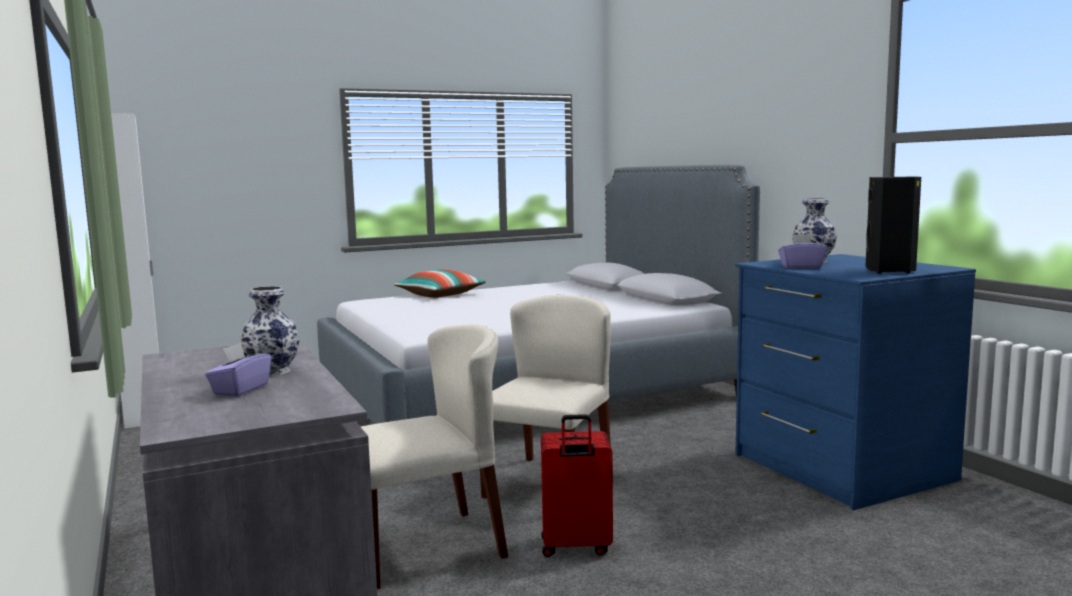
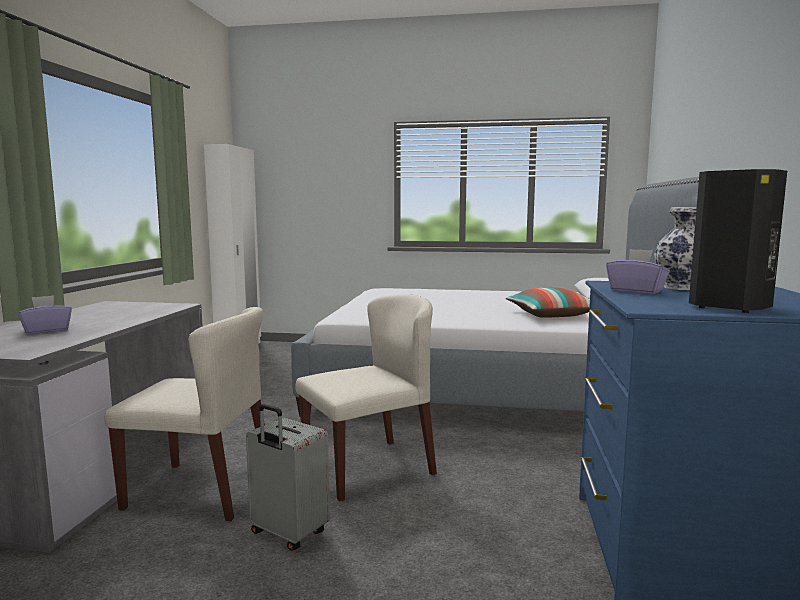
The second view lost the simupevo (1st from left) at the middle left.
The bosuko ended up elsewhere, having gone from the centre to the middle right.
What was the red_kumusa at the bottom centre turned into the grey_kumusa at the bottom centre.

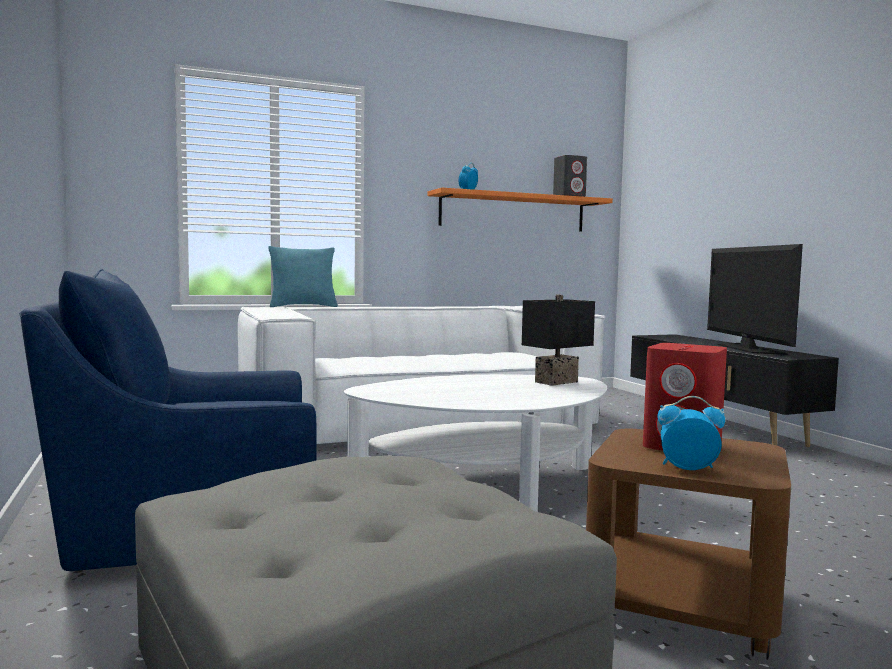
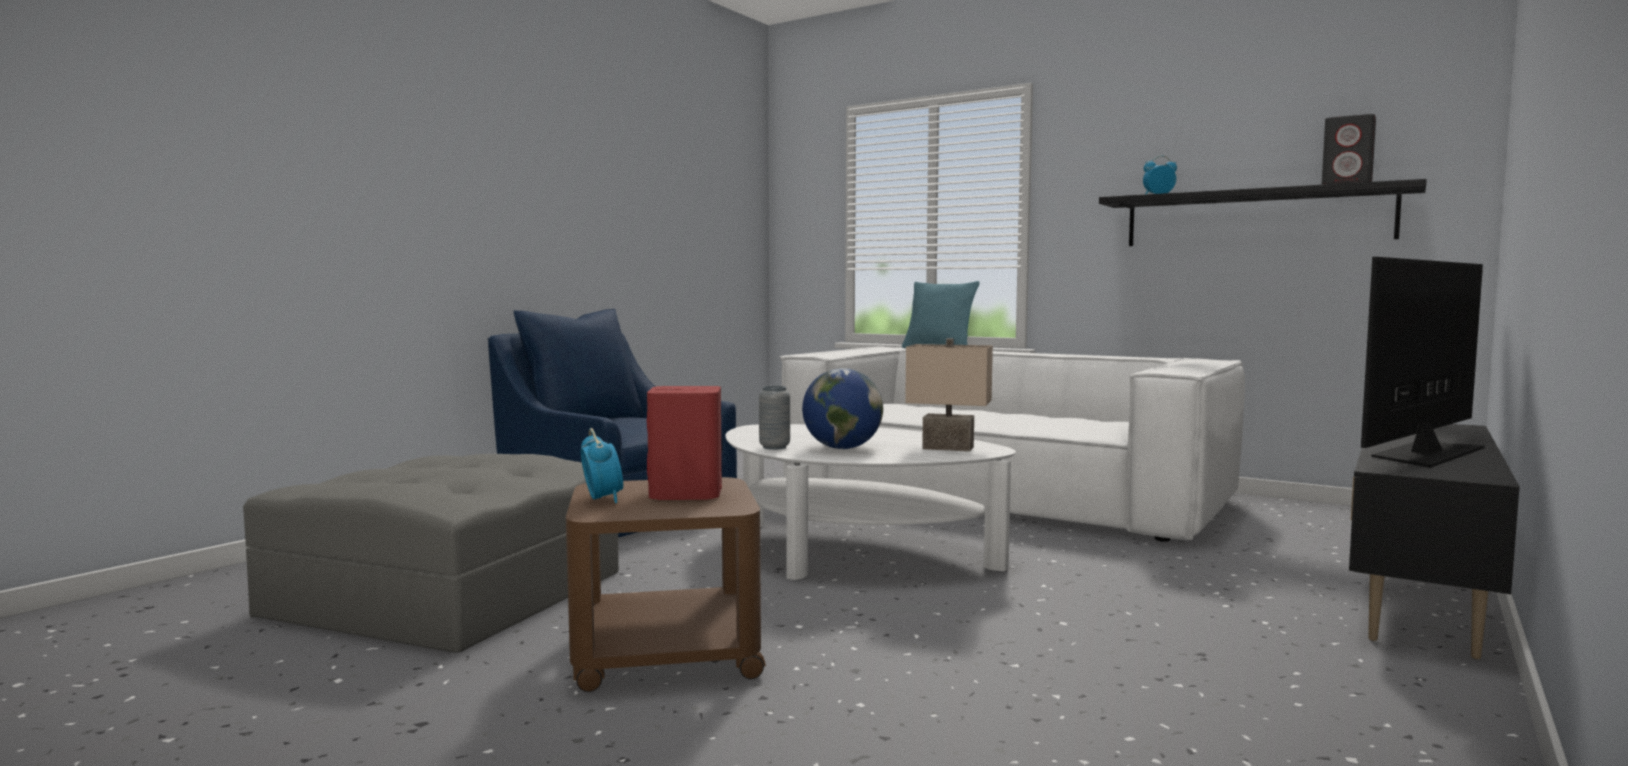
What was the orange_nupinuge at the top centre turned into the black_nupinuge at the top right.
What was the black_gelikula at the centre turned into the beige_gelikula at the centre.
The second view gained the grey_simupevo at the centre.
The second view gained the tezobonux at the centre.

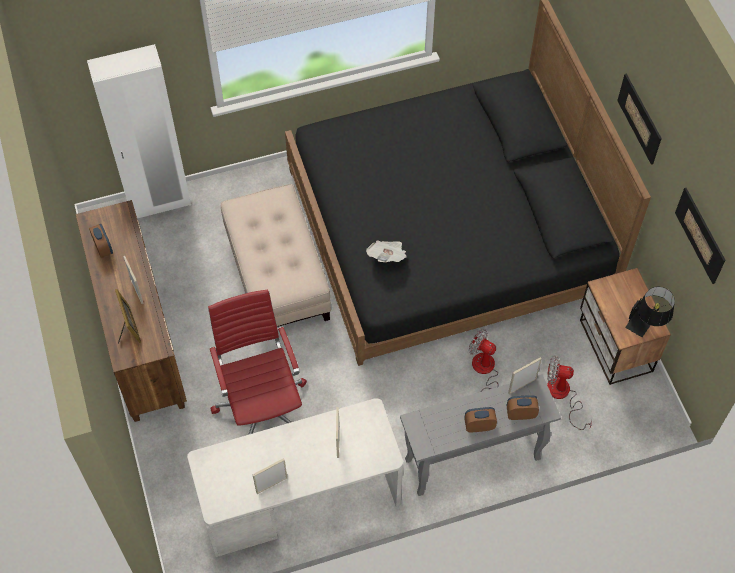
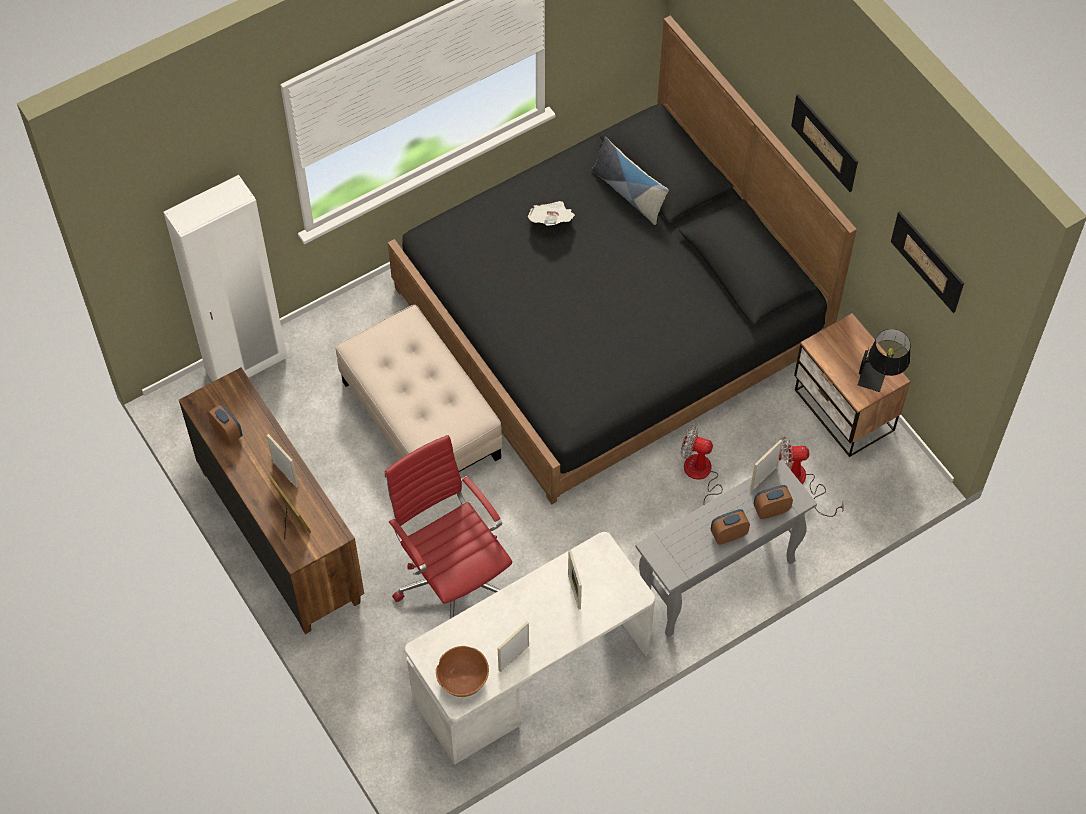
The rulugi ended up elsewhere, having gone from the centre to the top centre.
The second view gained the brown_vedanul at the bottom centre.
The second view gained the bosuko at the top centre.

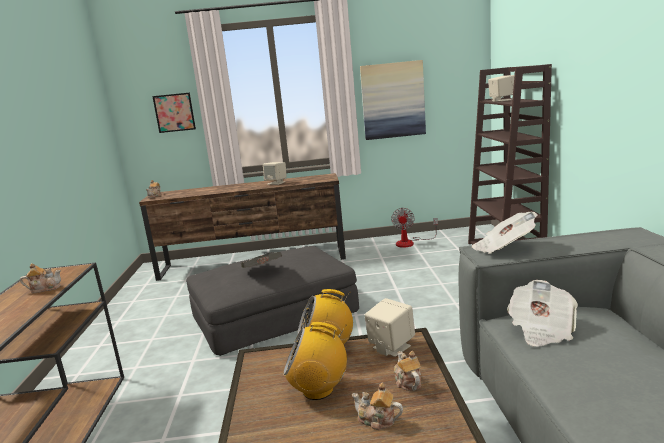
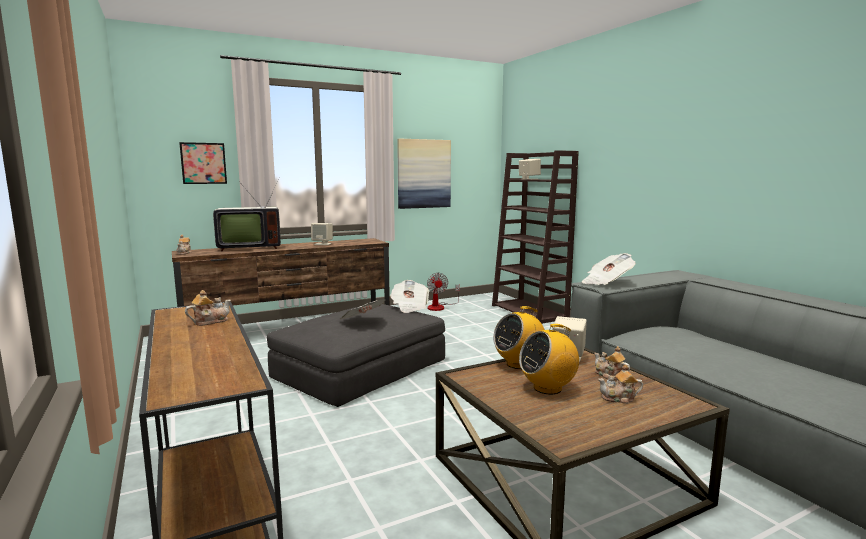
The rulugi (3rd from left in the first image) ended up elsewhere, having gone from the bottom right to the centre.
The second view gained the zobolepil at the middle left.

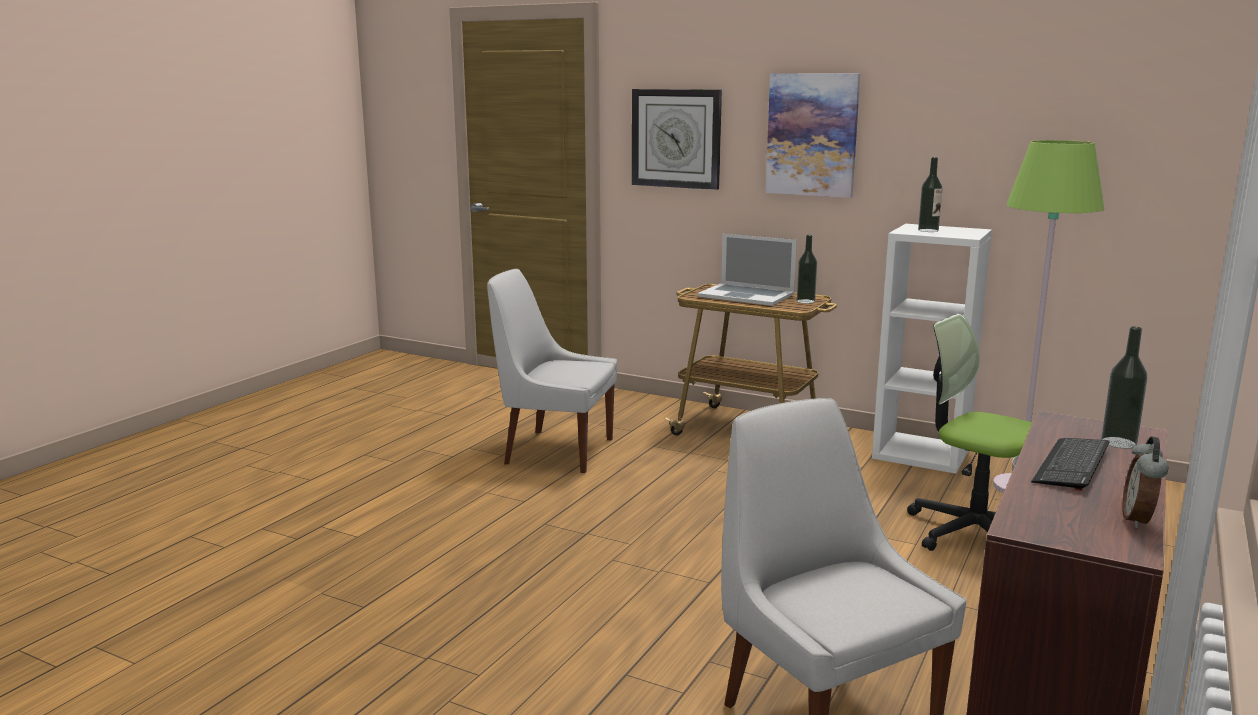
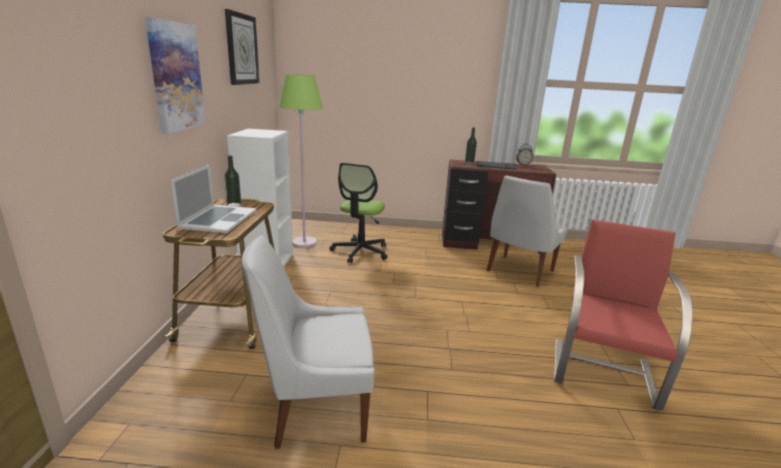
The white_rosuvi (1st from left) at the centre ended up facing another way, 90 degrees clockwise from before.
The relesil ended up elsewhere, having gone from the top centre to the top left.
The second view lost the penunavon (2nd from left) at the top right.
The second view gained the red_rosuvi at the bottom right.

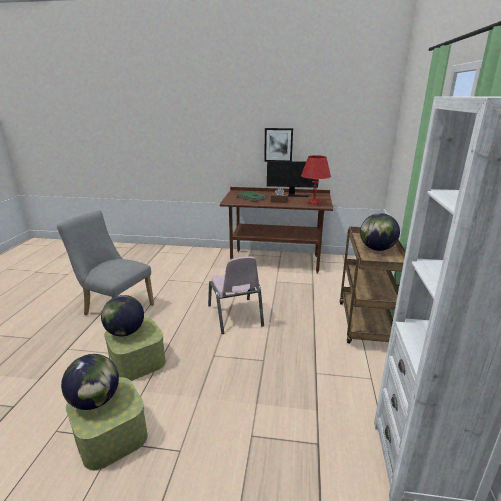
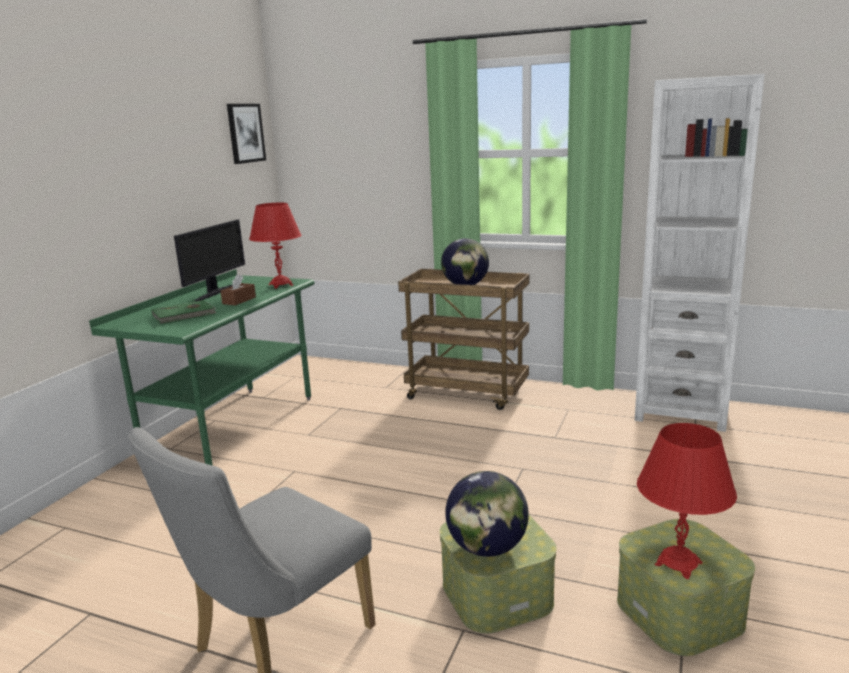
Where the tezobonux (1st from left) stood at the bottom left, the red_gelikula (2nd from left) came to stand at the bottom right.
The second view lost the pink_rosuvi at the centre.
What was the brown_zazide at the centre turned into the green_zazide at the middle left.
The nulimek ended up elsewhere, having gone from the top centre to the top left.

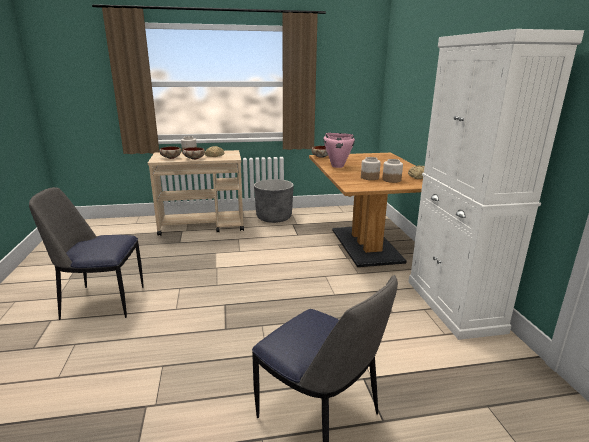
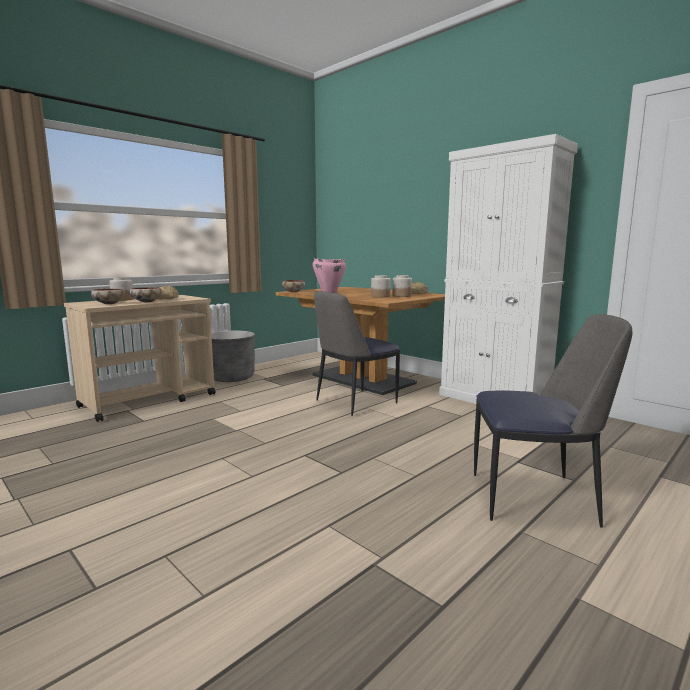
The rosuvi (1st from left) ended up elsewhere, having gone from the middle left to the centre.

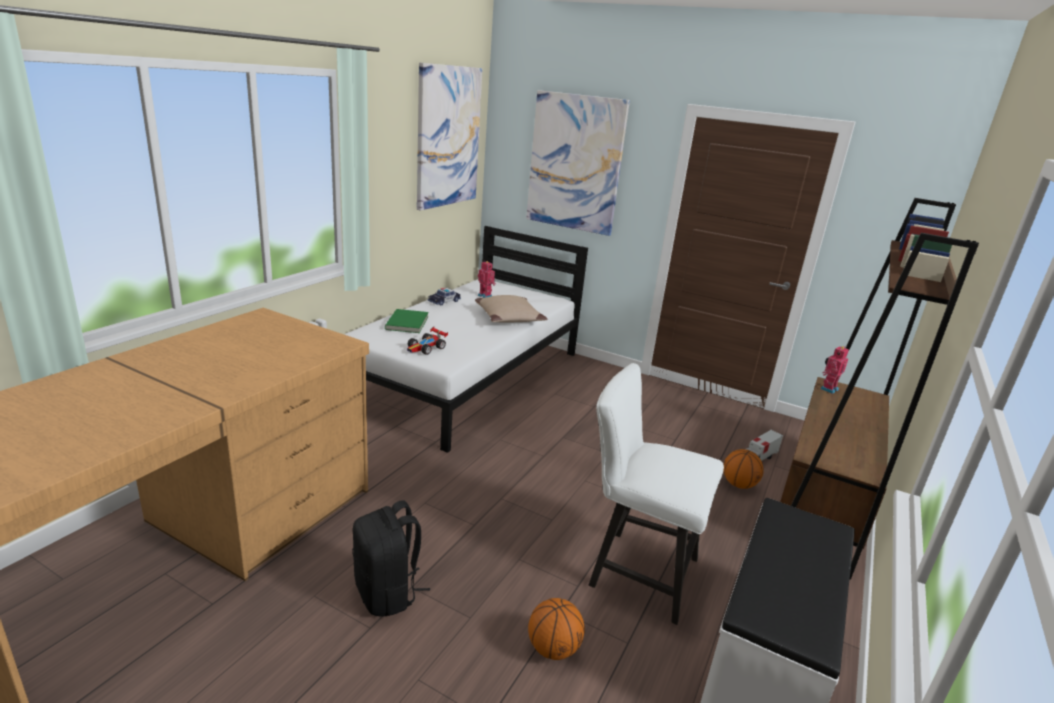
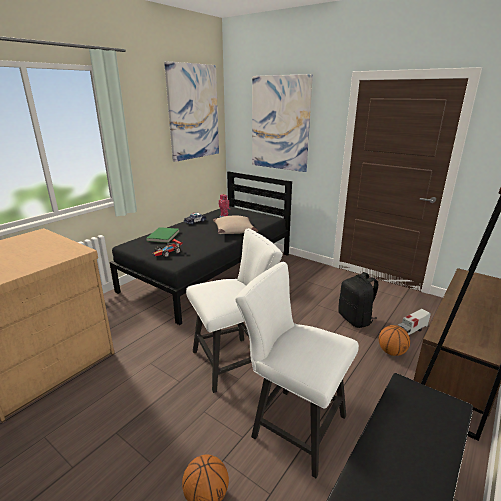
What was the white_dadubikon at the centre turned into the black_dadubikon at the centre.
The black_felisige ended up elsewhere, having gone from the bottom centre to the middle right.
The second view lost the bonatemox (2nd from left) at the middle right.
The second view gained the white_rosuvi (1st from left) at the centre.

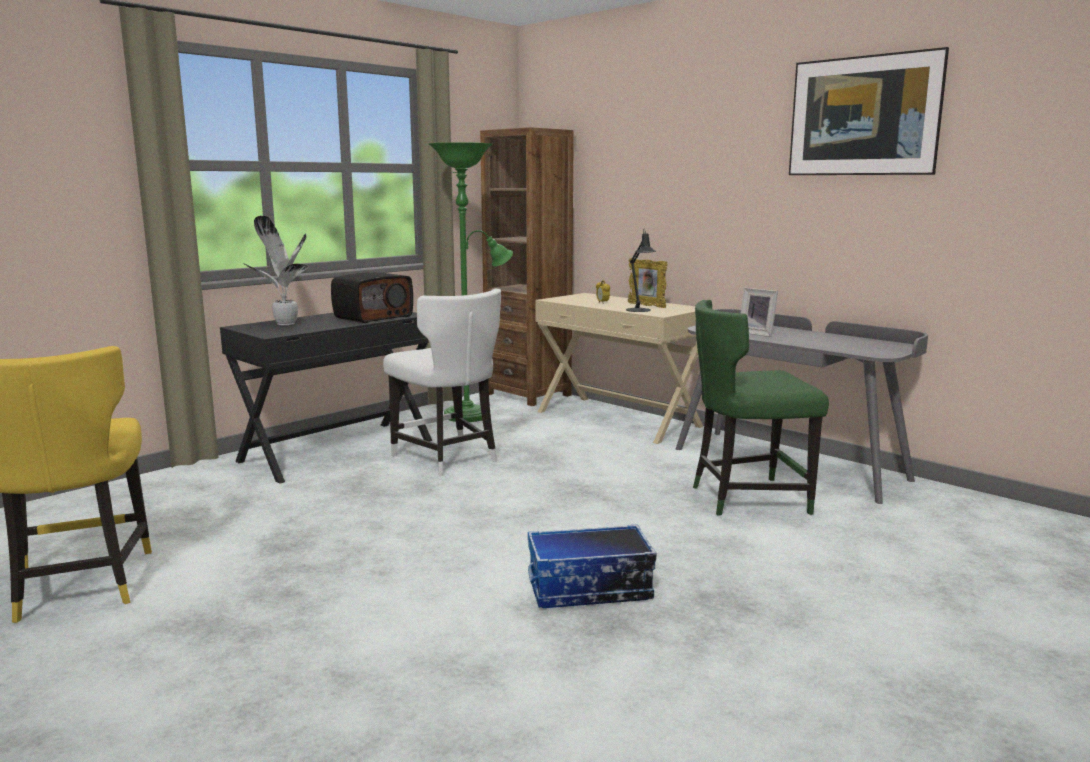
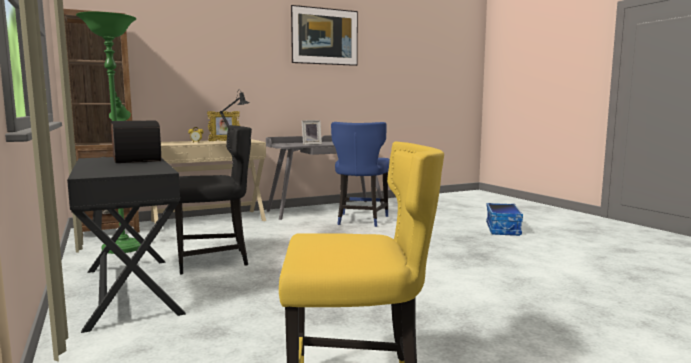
The second view lost the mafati at the middle left.
What was the white_rosuvi at the centre turned into the black_rosuvi at the middle left.
The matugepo ended up elsewhere, having gone from the bottom centre to the middle right.
What was the green_rosuvi at the middle right turned into the blue_rosuvi at the centre.

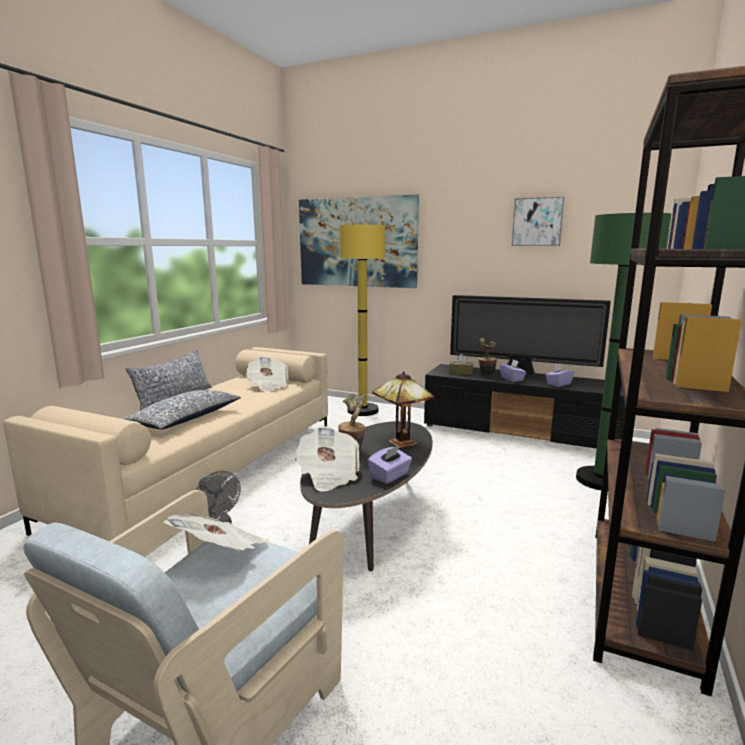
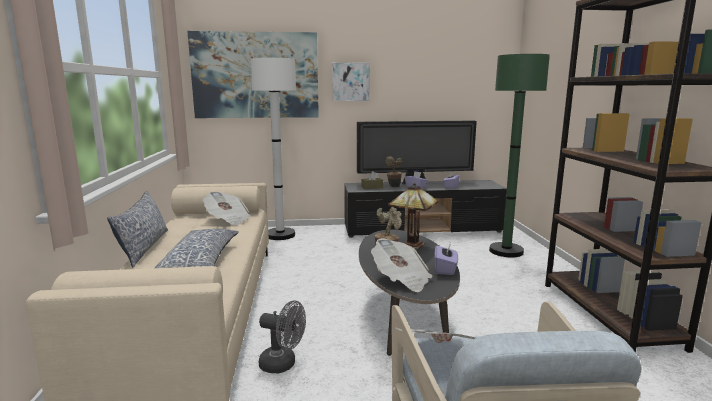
What was the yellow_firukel at the centre turned into the white_firukel at the centre.
The nulimek (2nd from left) ended up elsewhere, having gone from the top right to the top centre.

